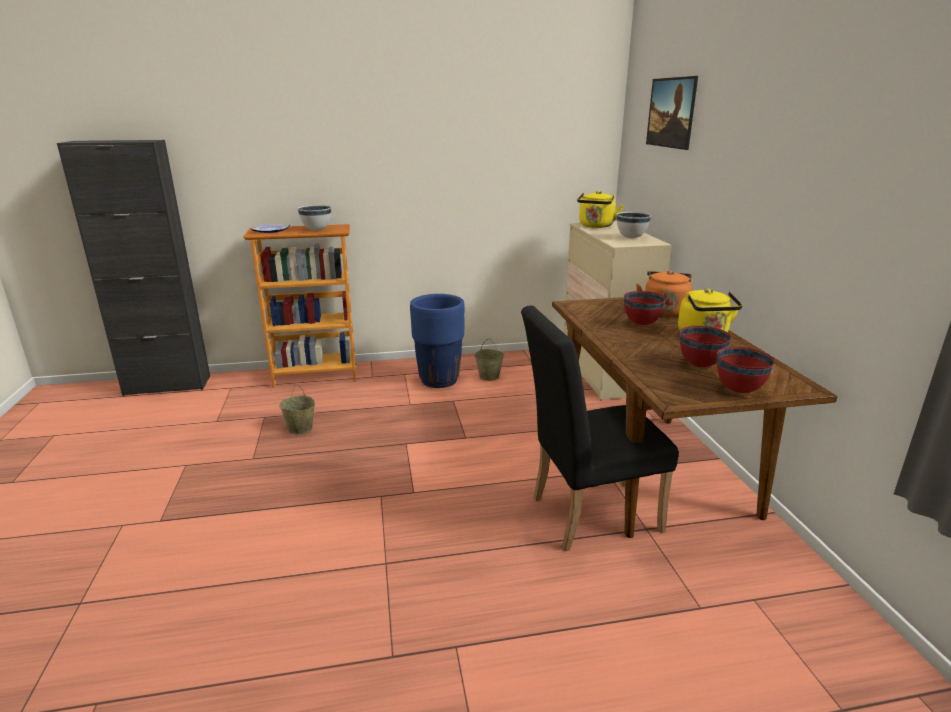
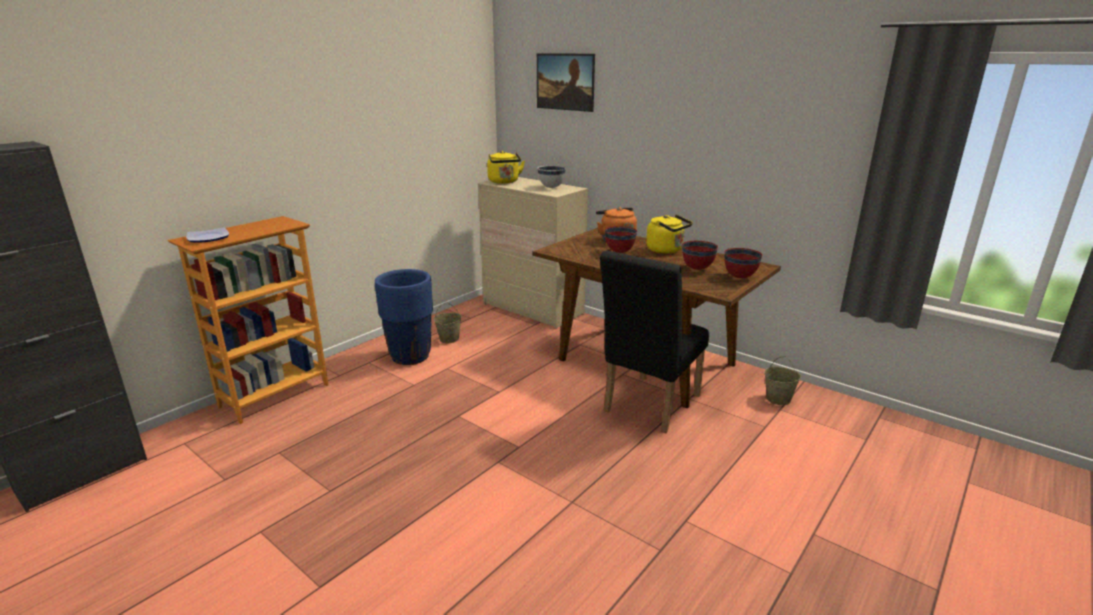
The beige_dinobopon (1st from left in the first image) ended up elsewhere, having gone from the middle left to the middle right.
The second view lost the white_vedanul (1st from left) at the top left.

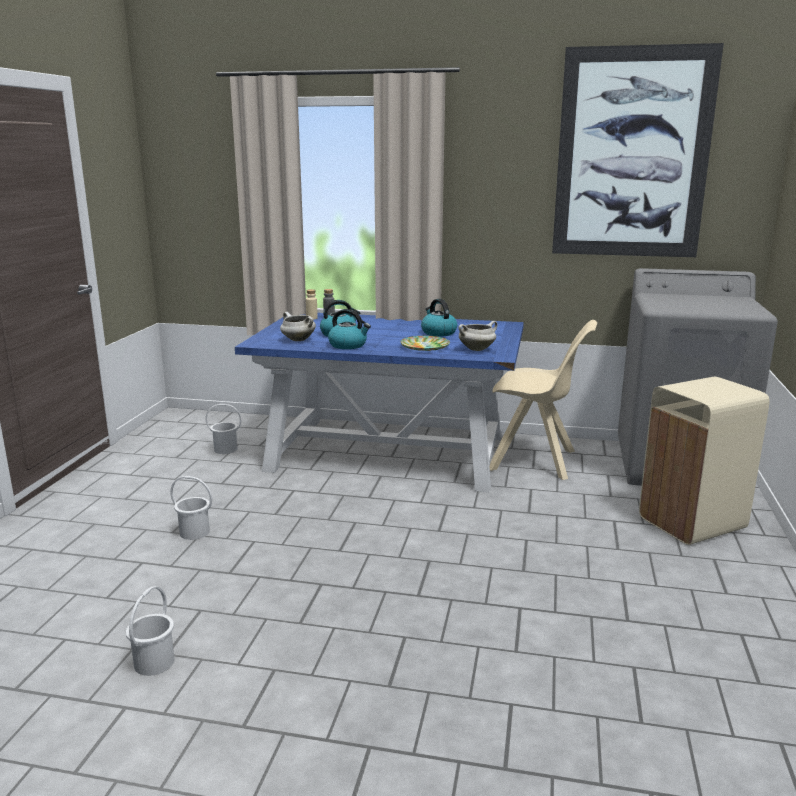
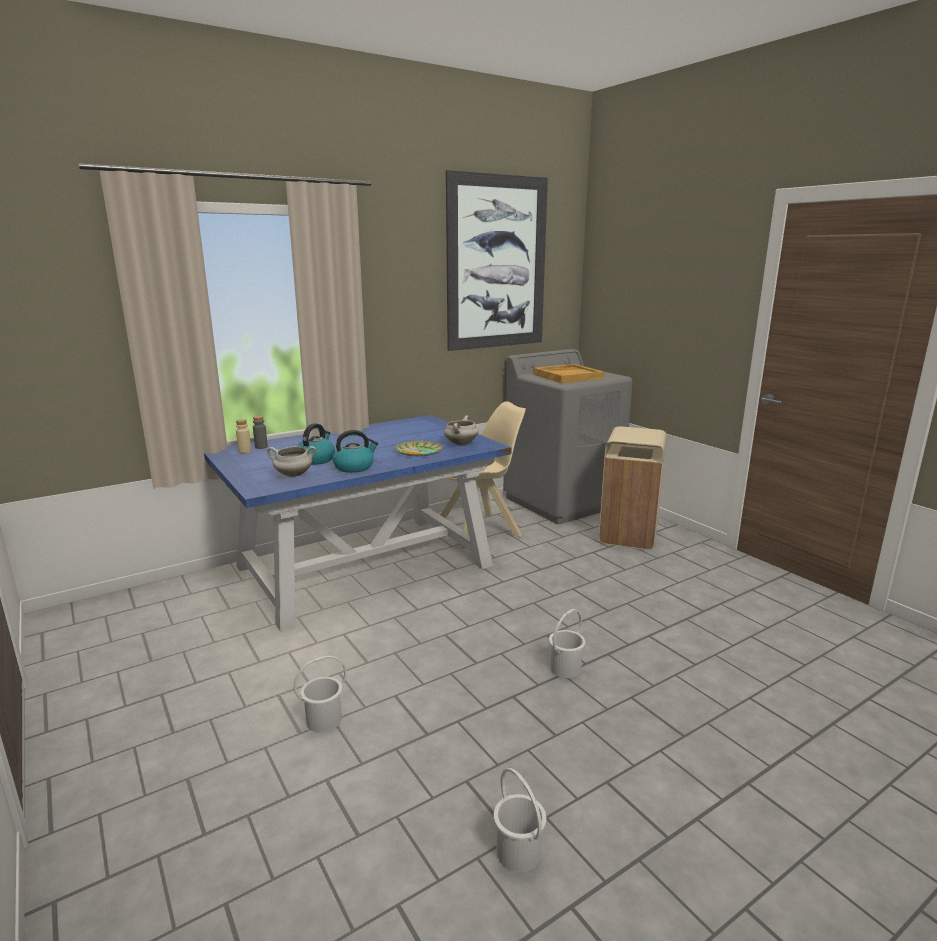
The white_dinobopon (3rd from left) ended up elsewhere, having gone from the middle left to the bottom centre.
The second view lost the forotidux (3rd from left) at the centre.
The second view gained the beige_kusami at the centre.

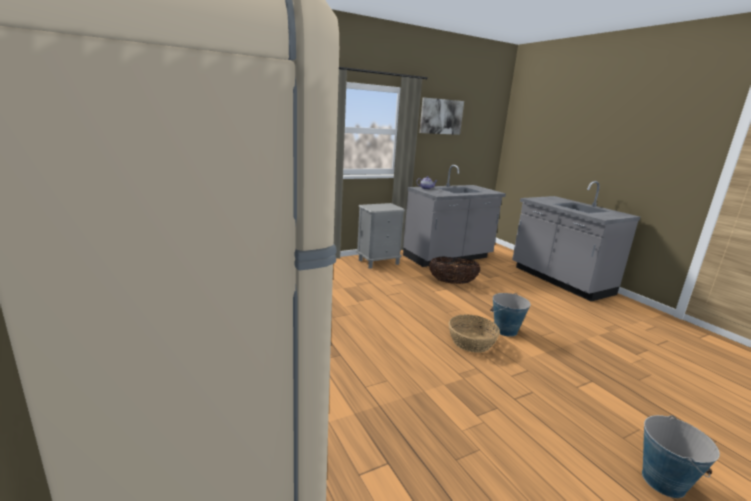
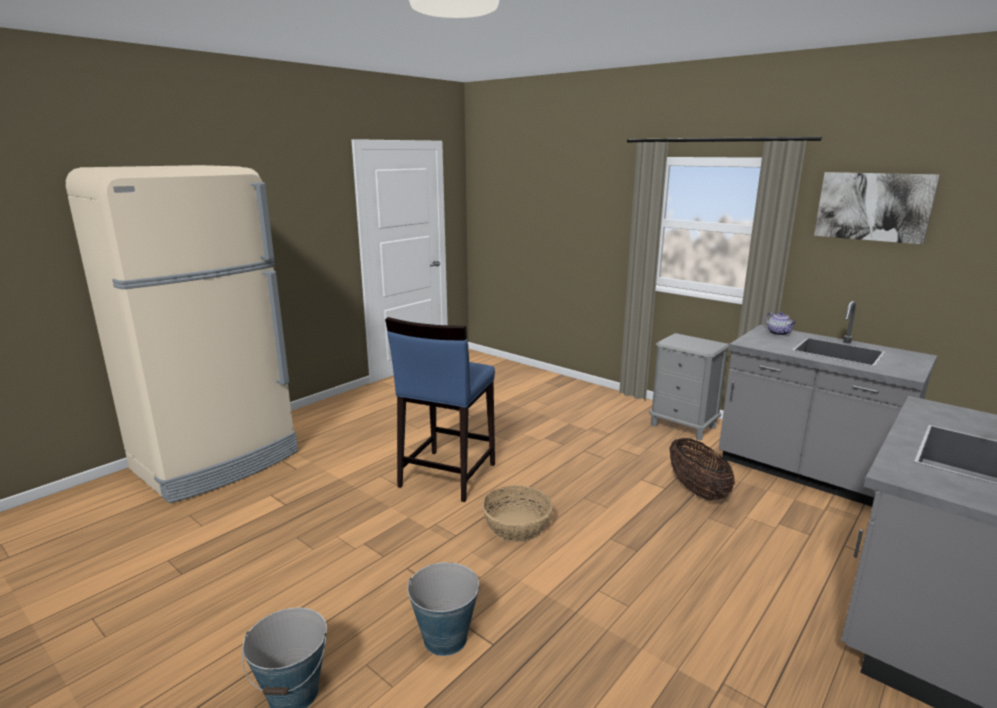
The dinobopon (1st from left in the first image) ended up elsewhere, having gone from the middle right to the bottom centre.
The second view gained the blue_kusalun at the centre.

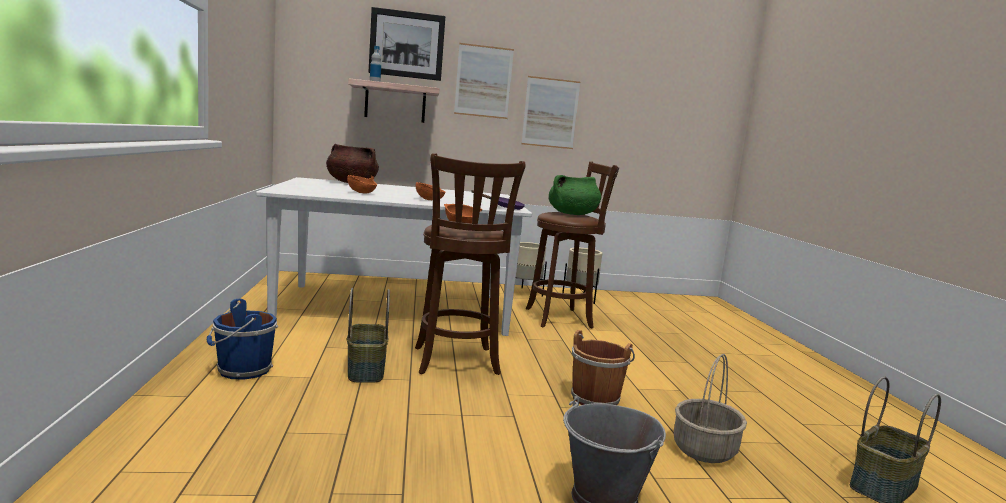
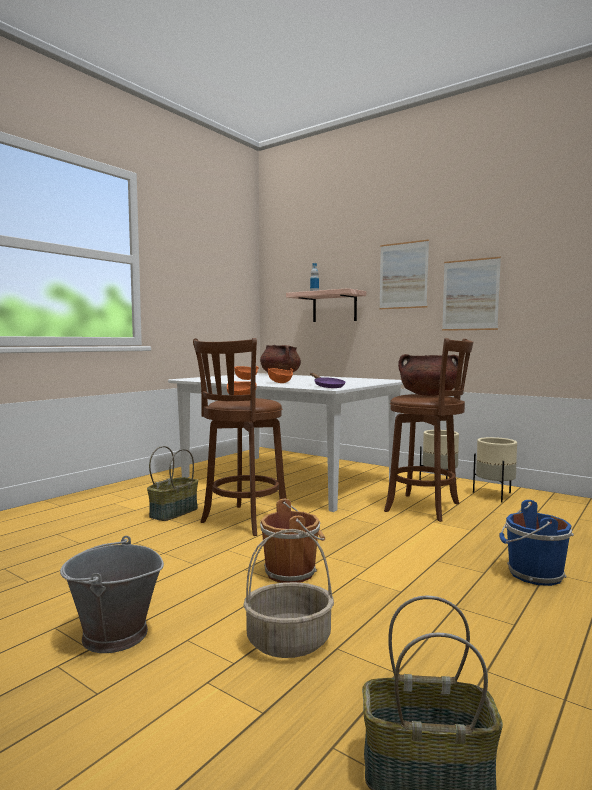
The blue_dinobopon ended up elsewhere, having gone from the bottom left to the bottom right.
The second view lost the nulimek (1st from left) at the top centre.
What was the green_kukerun at the centre turned into the brown_kukerun (2nd from left) at the middle right.

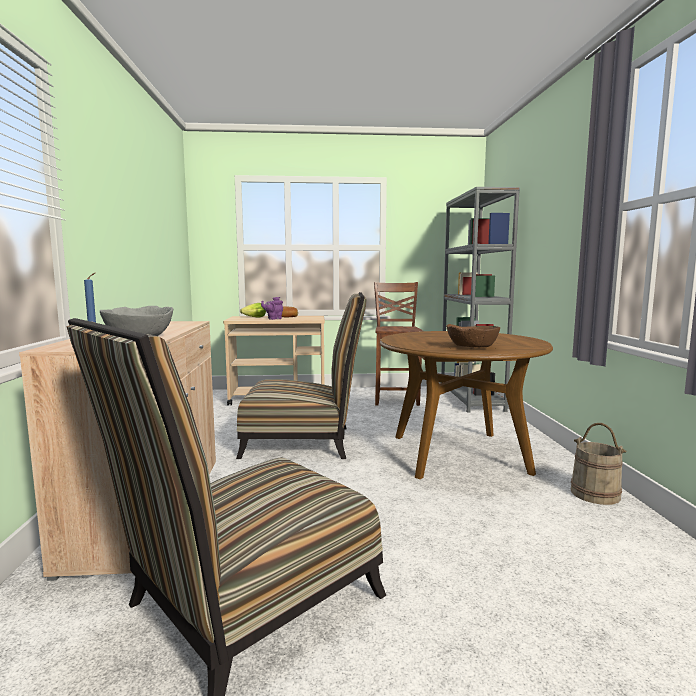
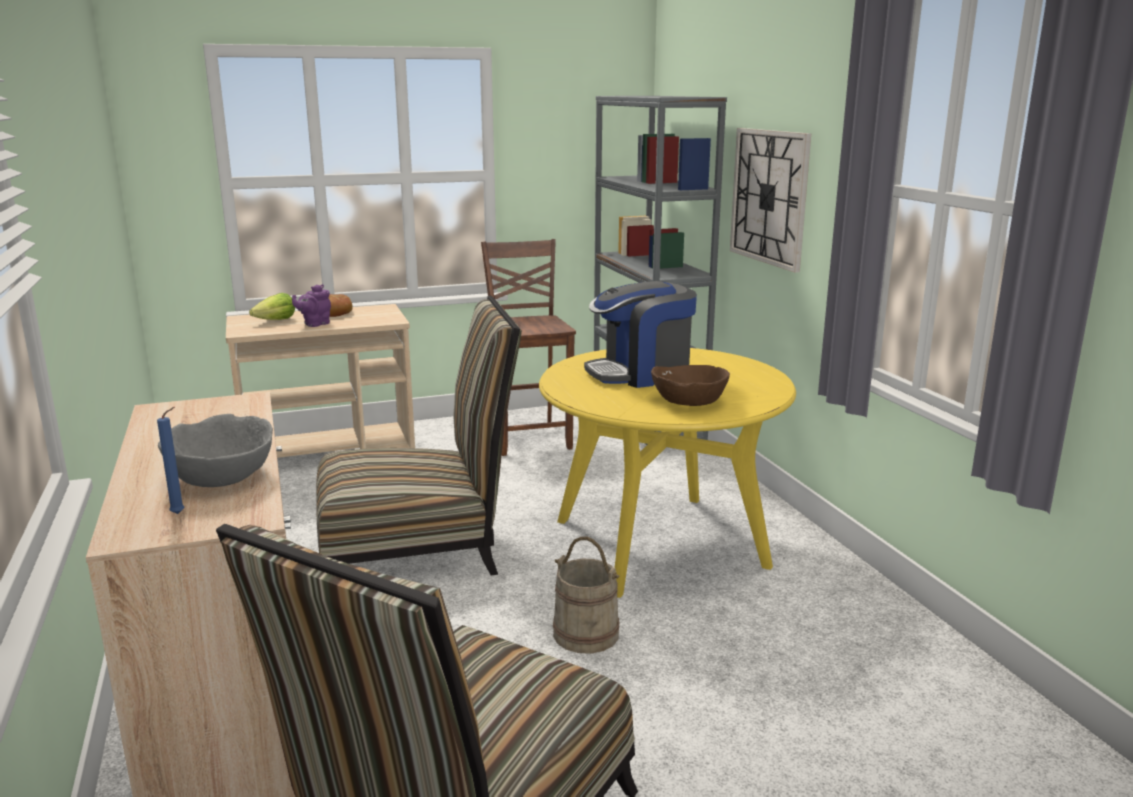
What was the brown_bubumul at the middle right turned into the yellow_bubumul at the centre.
The beige_dinobopon ended up elsewhere, having gone from the bottom right to the bottom centre.
The second view gained the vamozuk at the centre.
The second view gained the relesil at the top right.

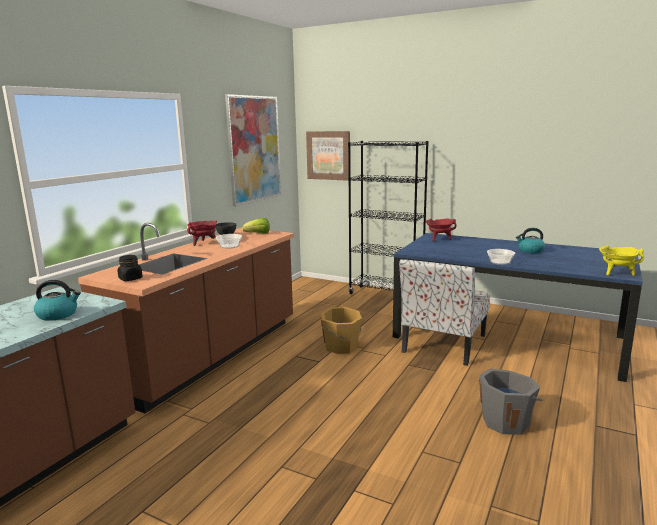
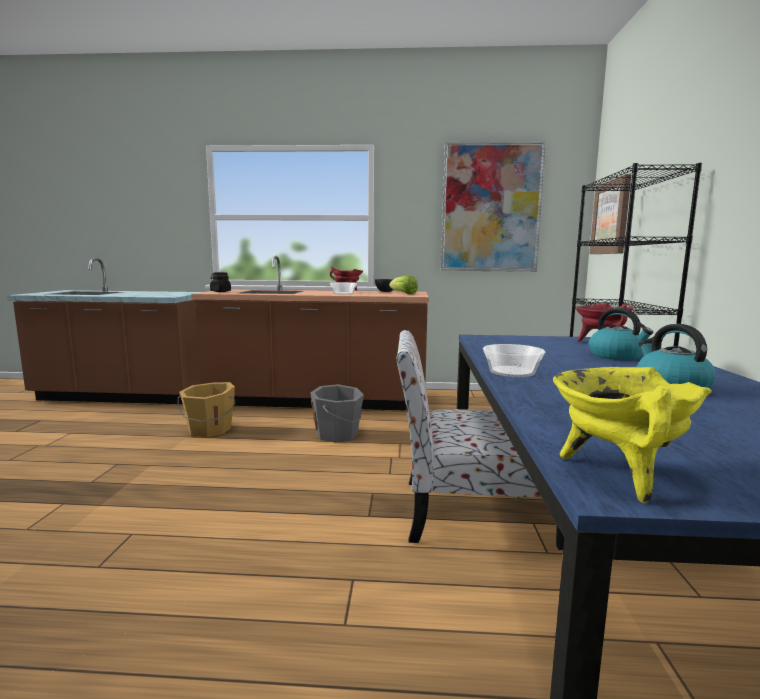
The forotidux (1st from left) ended up elsewhere, having gone from the middle left to the middle right.
The orange_dinobopon ended up elsewhere, having gone from the centre to the middle left.
The grey_dinobopon ended up elsewhere, having gone from the bottom right to the centre.

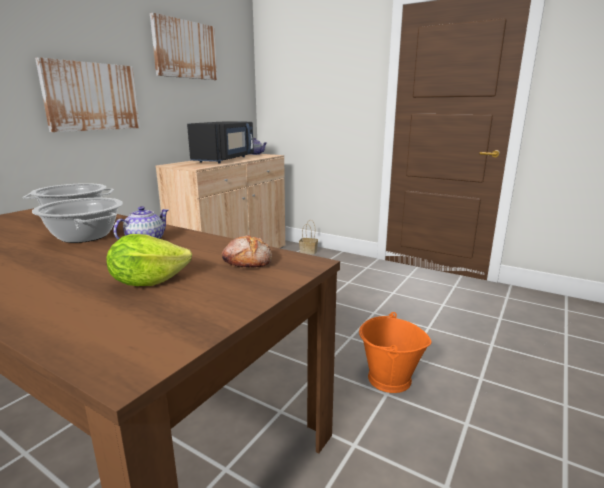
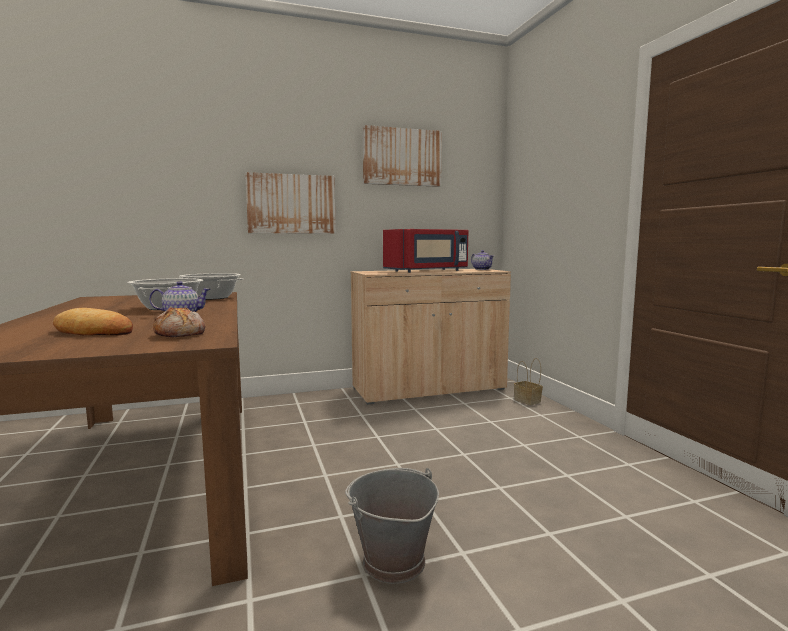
Where the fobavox stood at the middle left, the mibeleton (1st from left) came to stand at the middle left.
What was the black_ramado at the top centre turned into the red_ramado at the centre.
What was the orange_dinobopon at the bottom centre turned into the grey_dinobopon at the bottom centre.

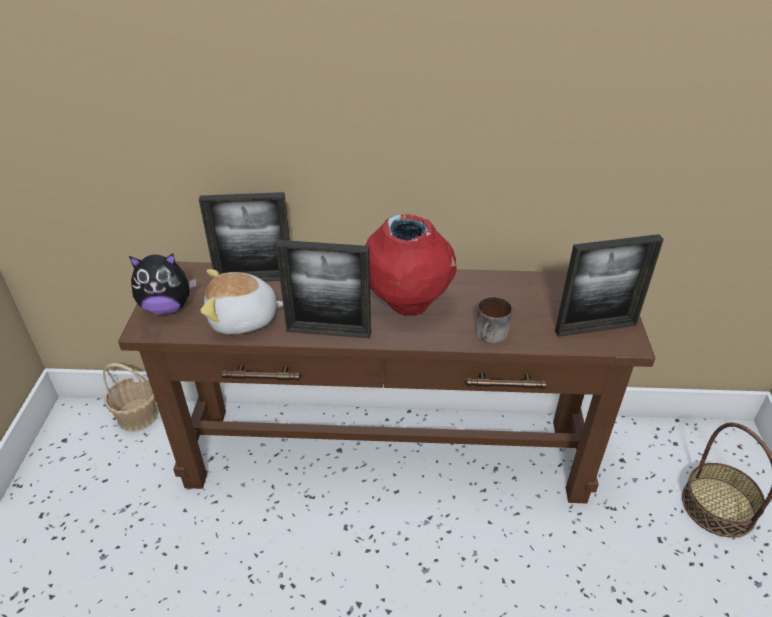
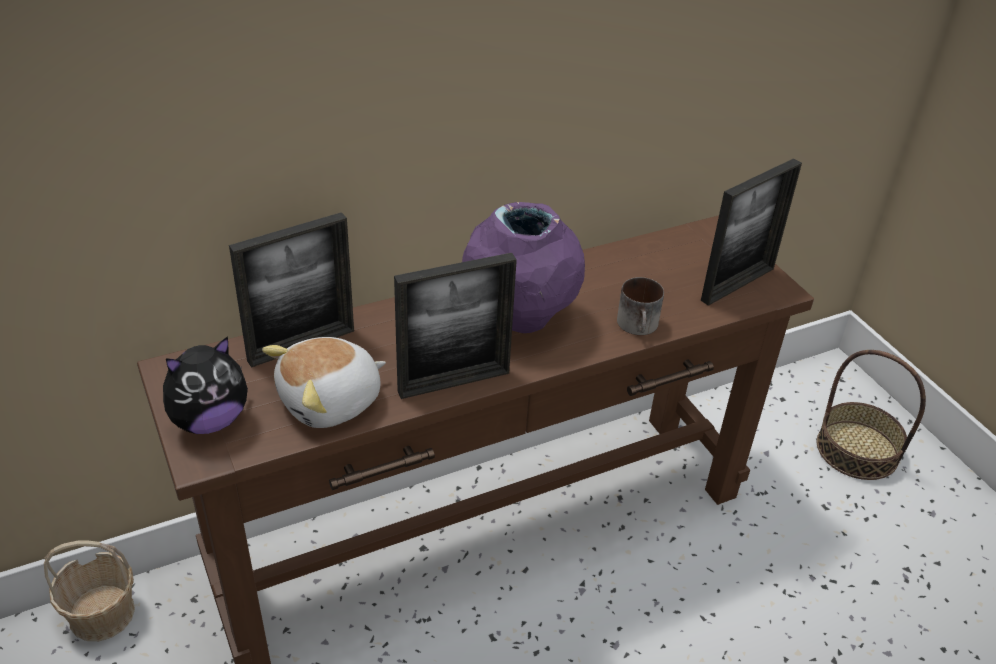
What was the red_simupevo at the centre turned into the purple_simupevo at the centre.

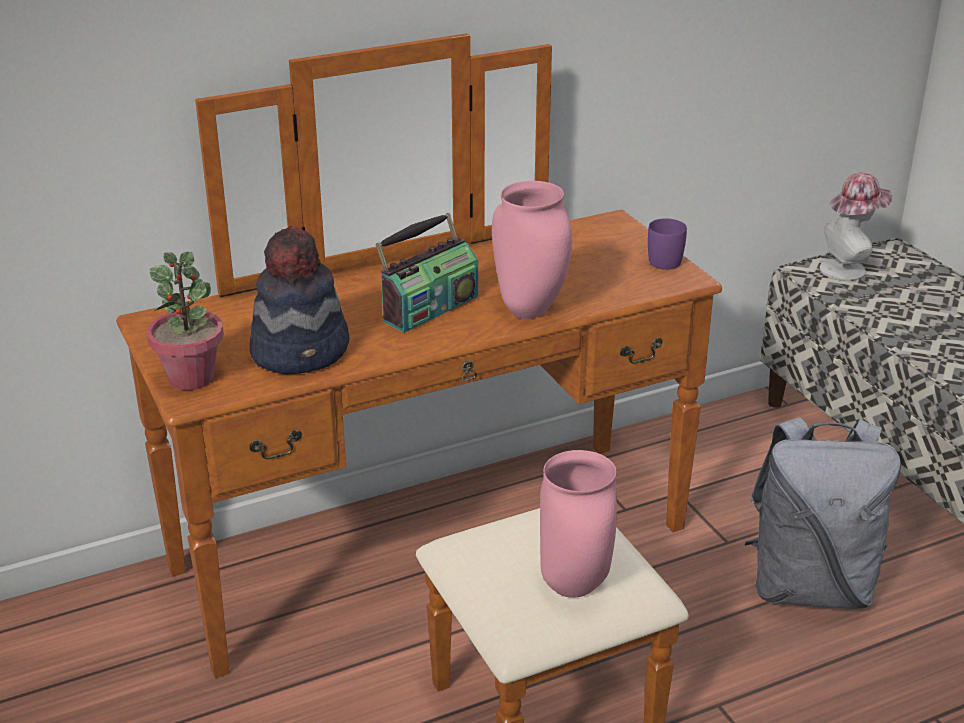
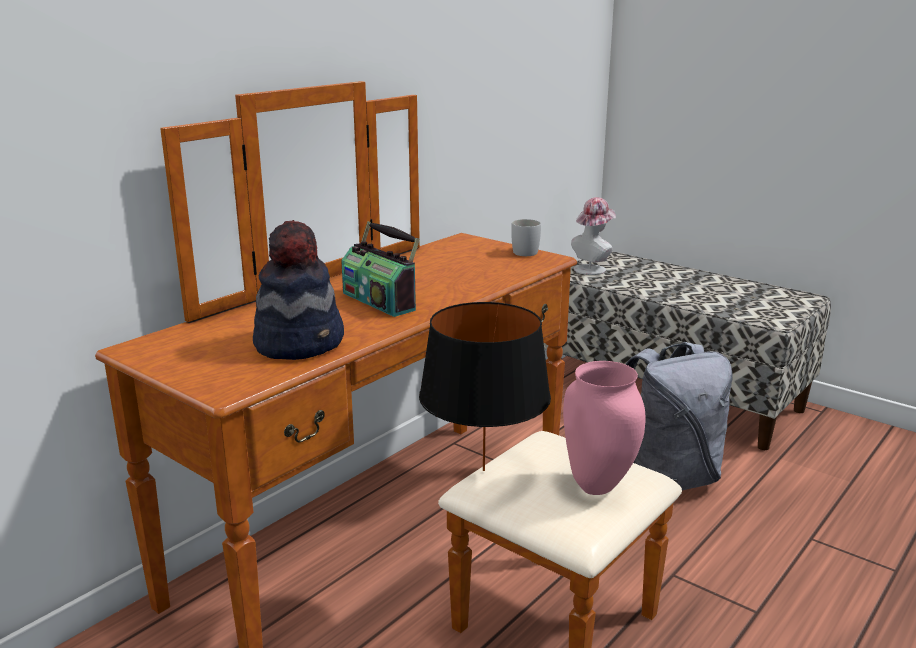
The second view lost the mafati at the middle left.
The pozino at the centre ended up facing another way, 120 degrees clockwise from before.
The second view lost the pink_simupevo (1st from left) at the centre.
What was the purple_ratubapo at the middle right turned into the white_ratubapo at the centre.
The second view gained the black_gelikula at the centre.

